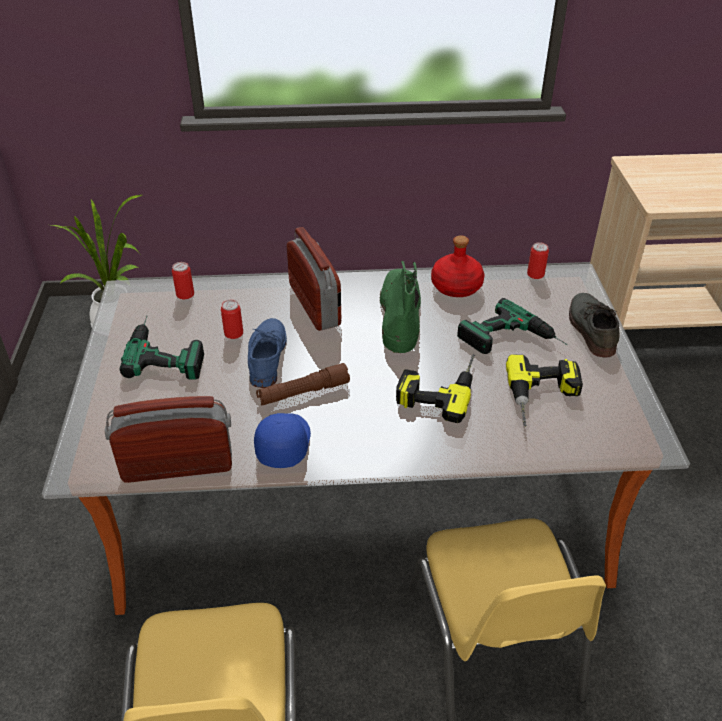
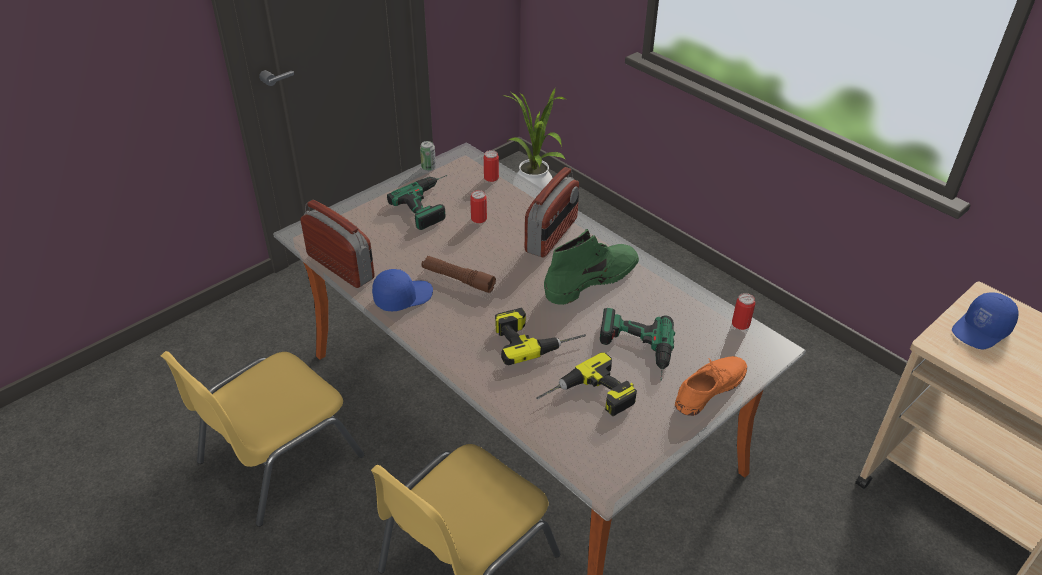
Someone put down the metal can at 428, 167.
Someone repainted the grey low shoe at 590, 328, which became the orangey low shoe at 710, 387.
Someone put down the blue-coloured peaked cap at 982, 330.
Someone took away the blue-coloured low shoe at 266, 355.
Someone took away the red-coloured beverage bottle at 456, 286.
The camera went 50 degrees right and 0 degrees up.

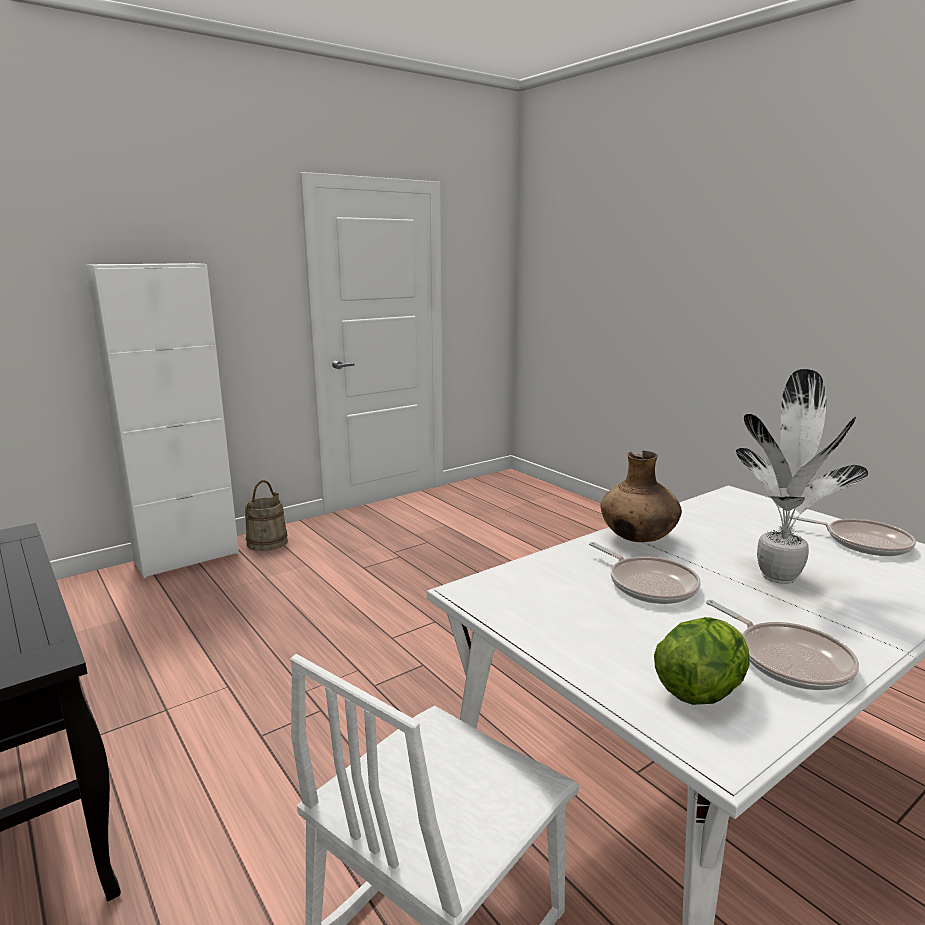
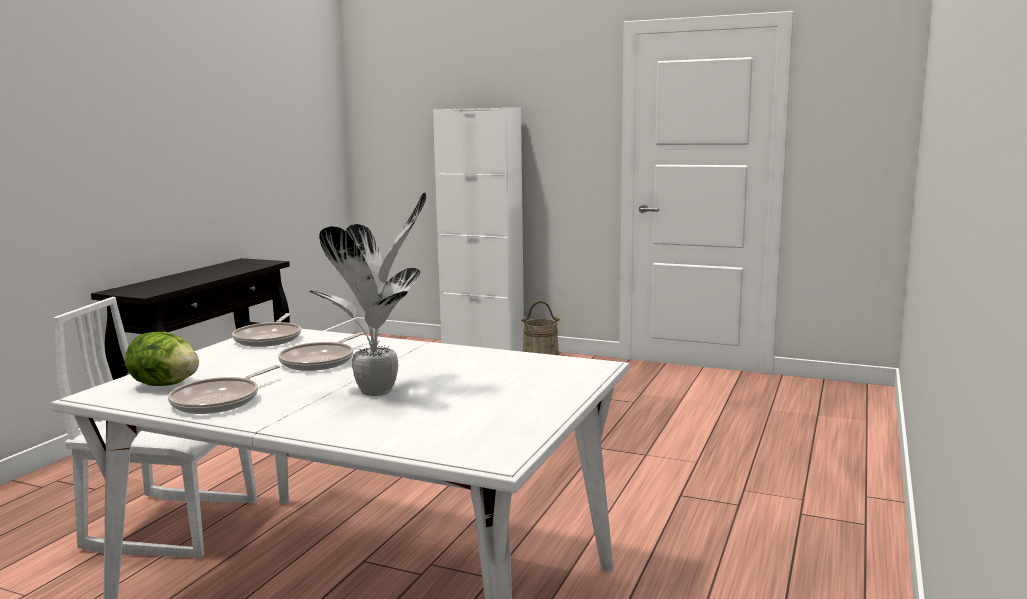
Someone carried the pan from 862, 542 to 269, 339.
Someone took away the brown flower vase at 638, 538.
The camera went 60 degrees right and 5 degrees down.

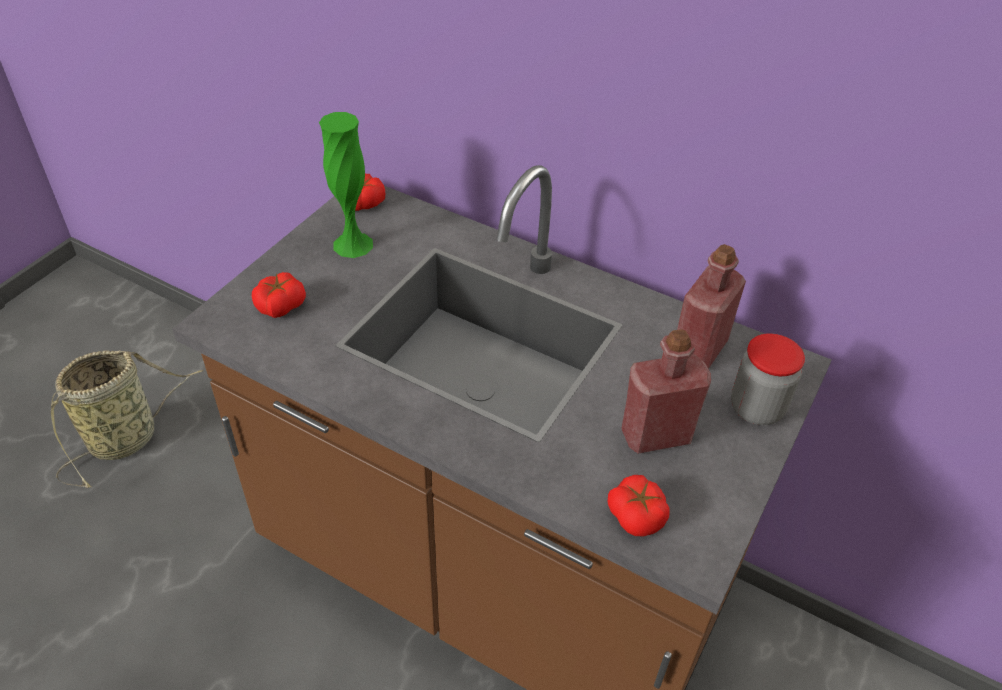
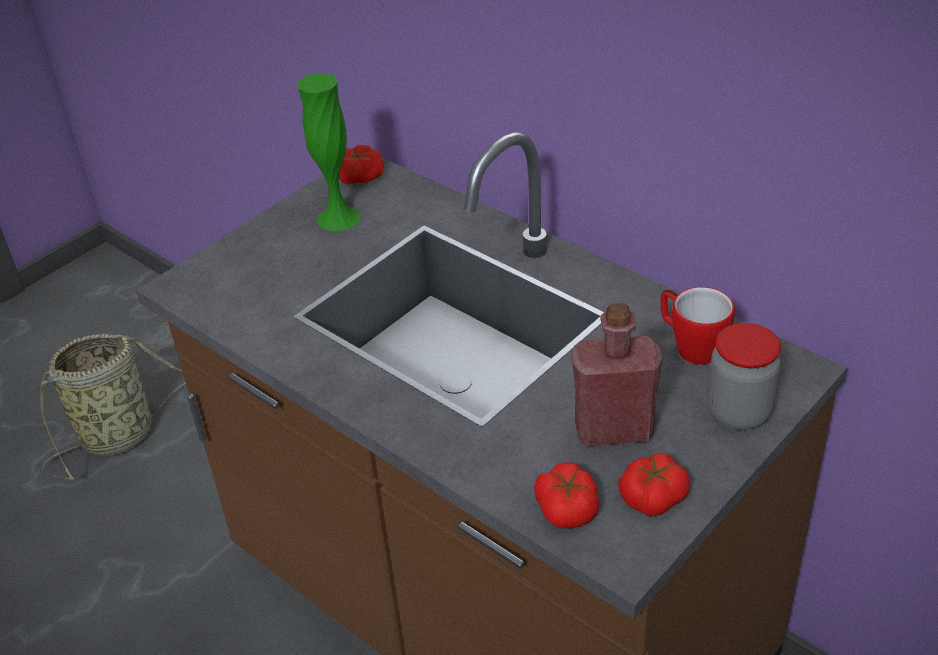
Someone carried the whole tomato from 280, 305 to 652, 497.
Someone swapped the red-coloured beverage bottle at 699, 349 for the mug at 690, 346.
The camera went 15 degrees right and 5 degrees down.

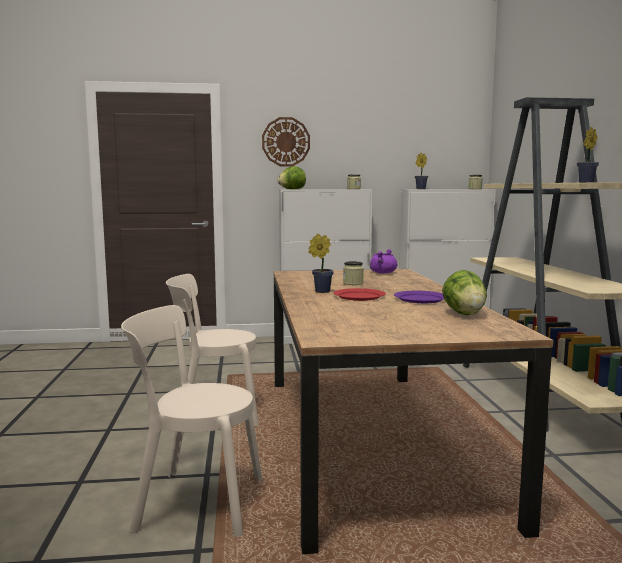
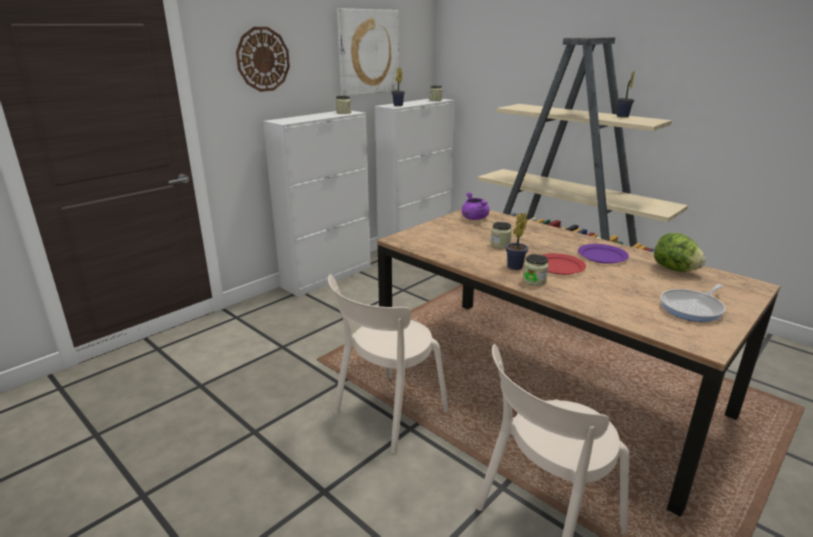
Someone put up the picture at 368, 52.
Someone put down the preserve jar at 534, 281.
Someone put down the pan at 693, 308.
Someone took away the lettuce at 292, 189.
The camera went 40 degrees left and 15 degrees up.

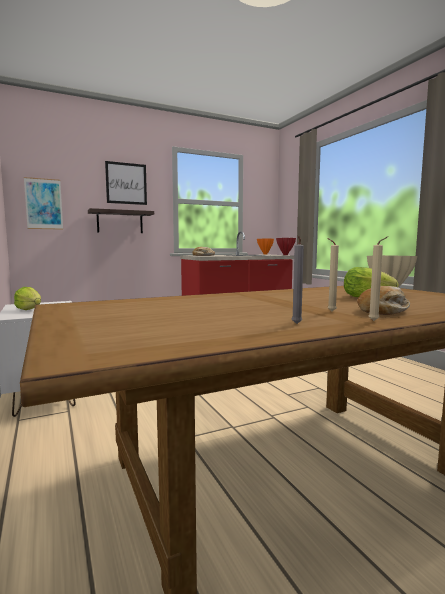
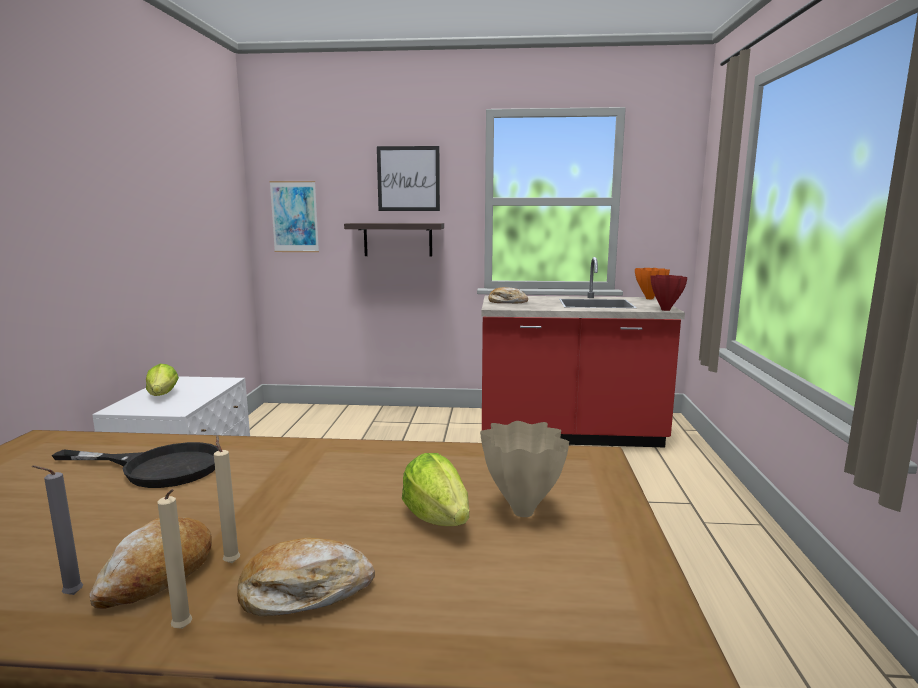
Someone put down the blackish pan at 158, 467.
Someone put down the bread at 158, 574.
The camera went 30 degrees right and 5 degrees up.

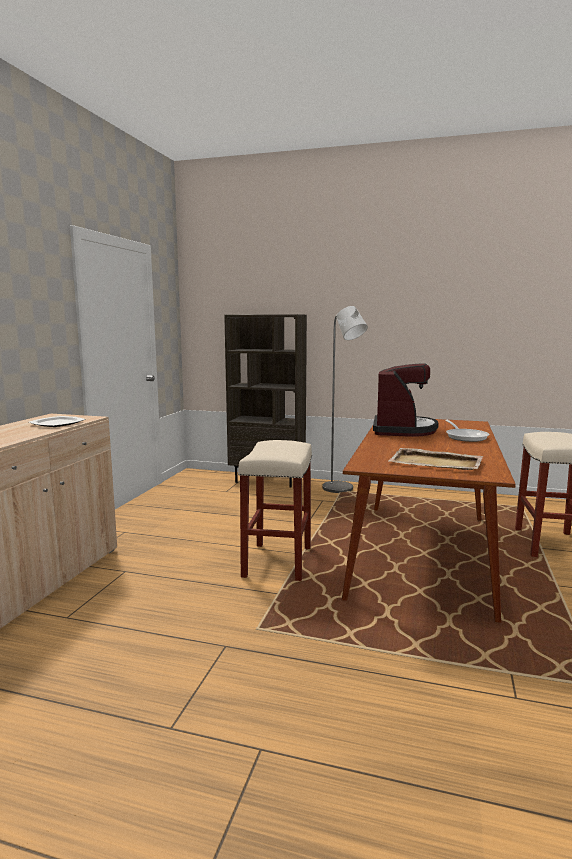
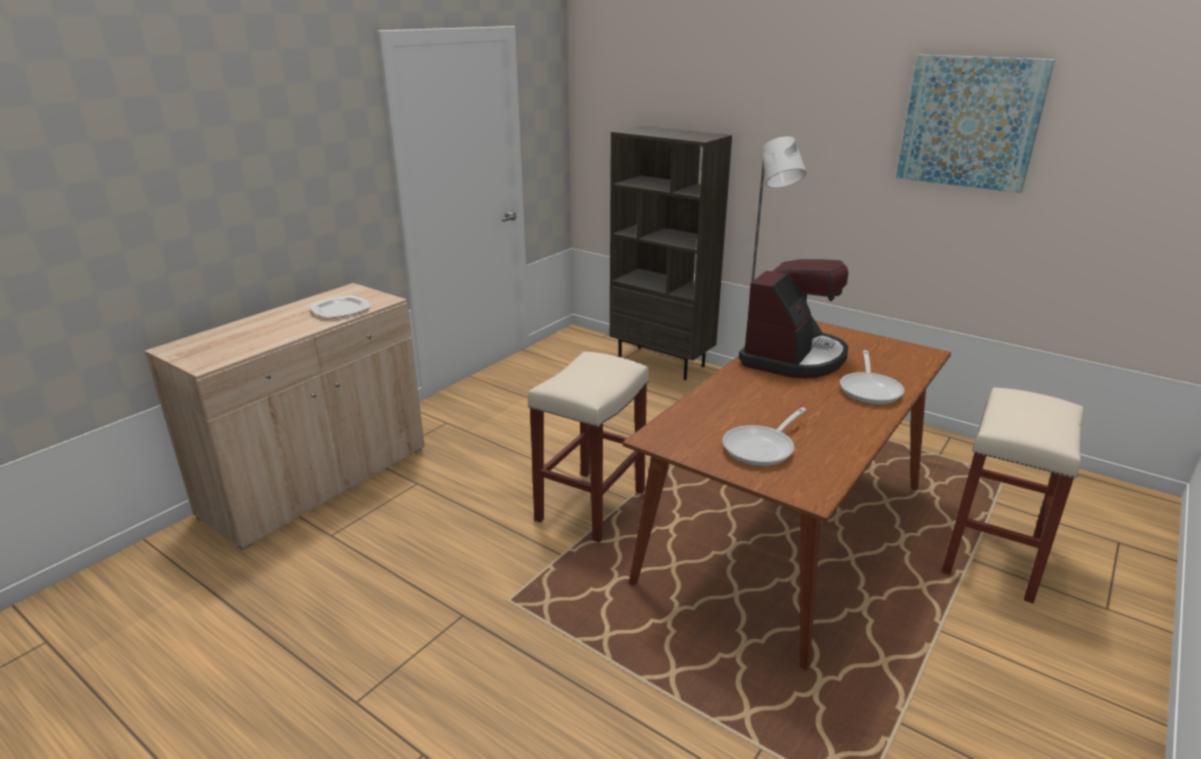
Someone swapped the sand-coloured carrying tray at 436, 463 for the pan at 762, 448.
Someone put up the picture at 970, 122.
The camera went 20 degrees right and 15 degrees up.

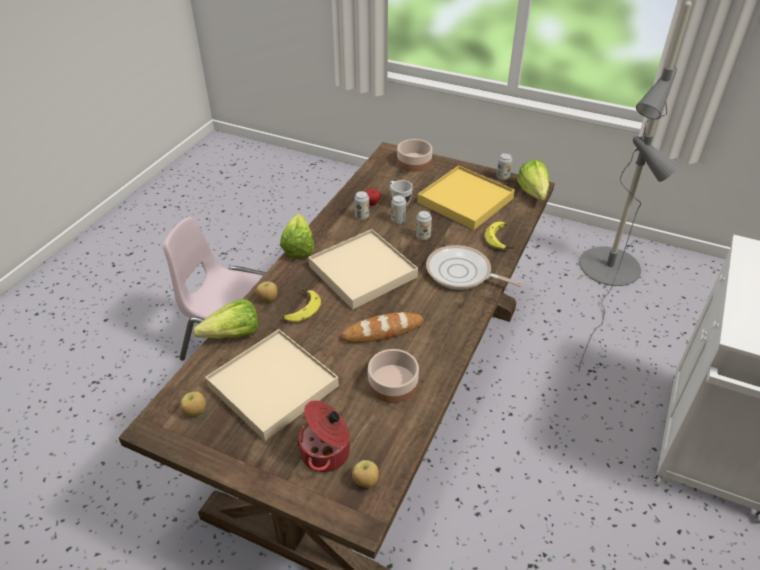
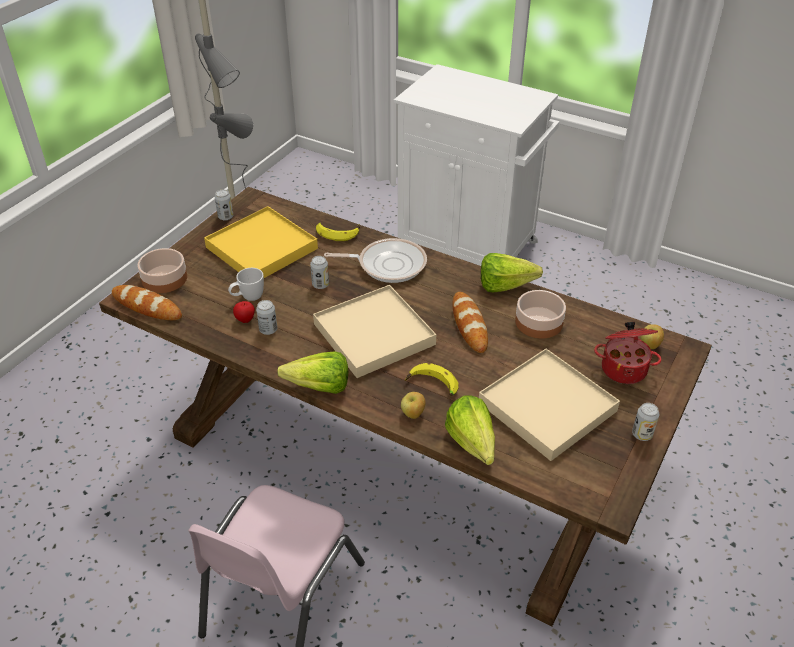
Someone put down the bread at 147, 306.
Someone rotated the pan at 462, 273 by 120 degrees counterclockwise.
Someone carried the lettuce from 533, 195 to 510, 287.
Someone carried the metal can from 398, 220 to 642, 434.
Someone took away the apple at 195, 412.
The camera went 85 degrees left and 0 degrees up.

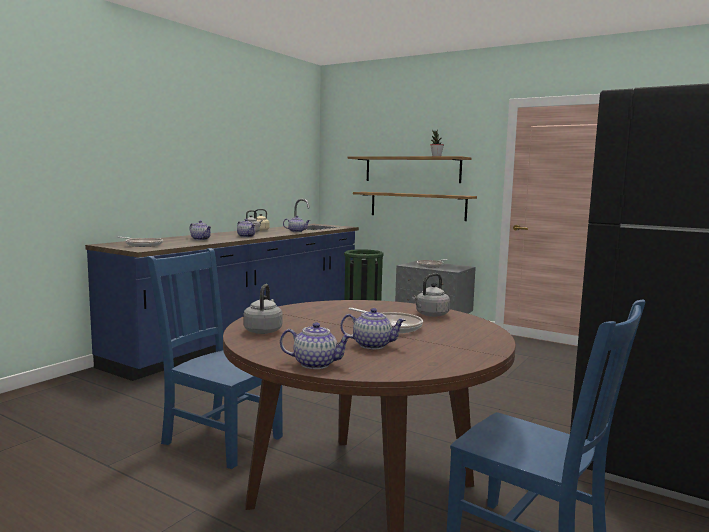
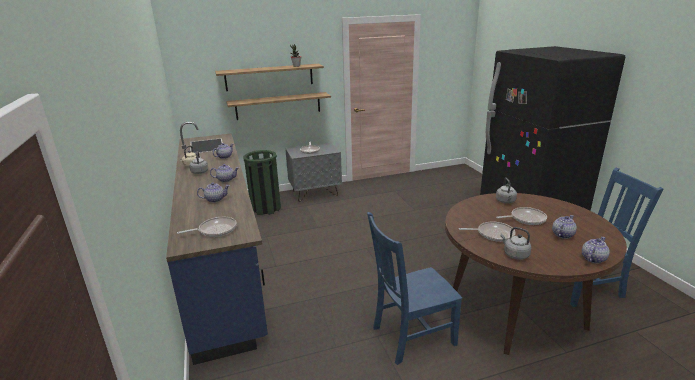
Someone put down the pan at 493, 234.
The camera went 50 degrees left and 15 degrees up.

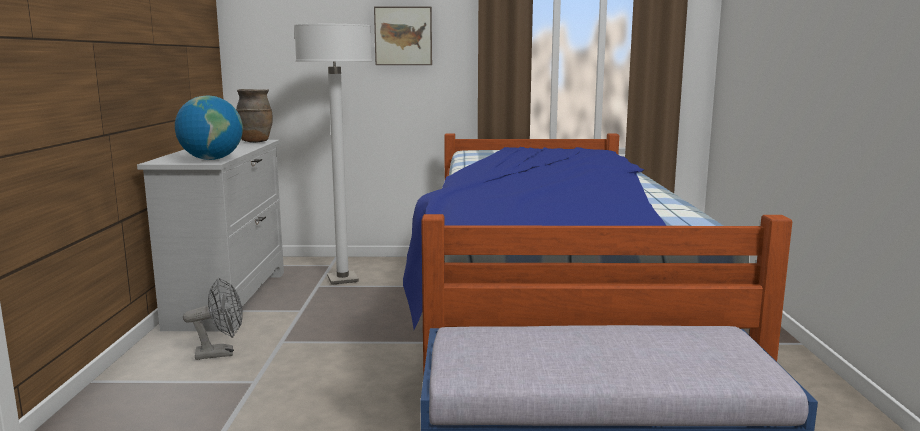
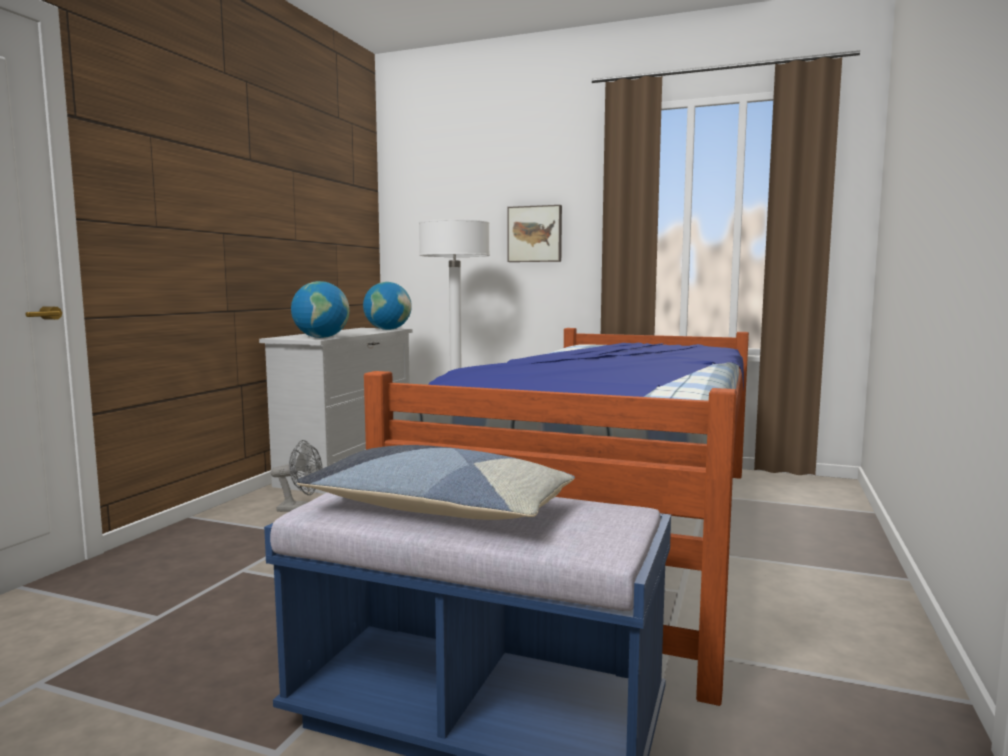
Someone put down the cushion at 438, 508.
Someone swapped the brown flower vase at 255, 142 for the world globe at 388, 329.
The camera went 20 degrees right and 5 degrees down.

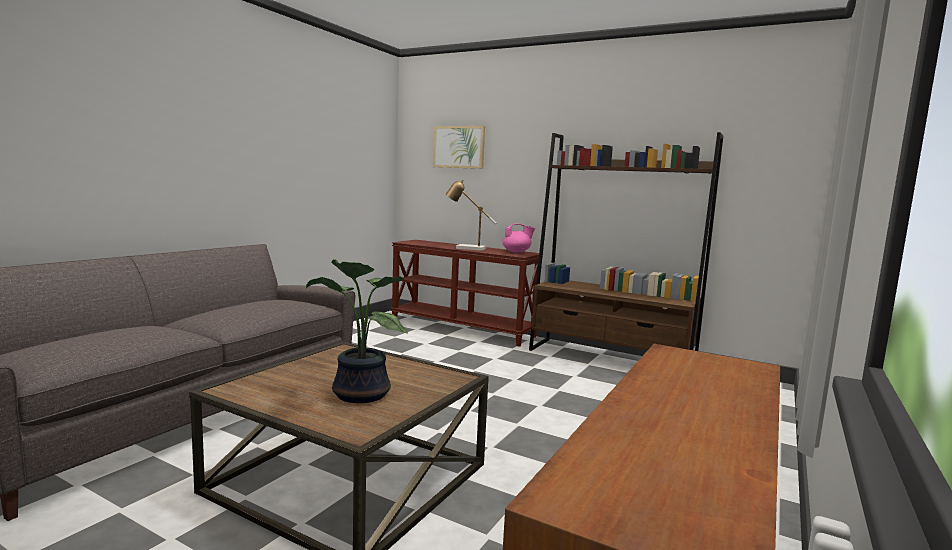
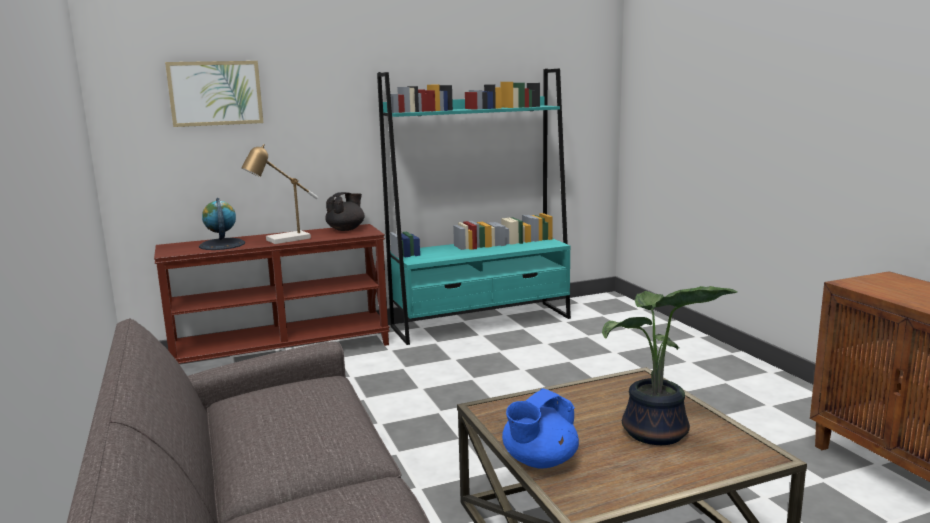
Someone put down the world globe at 222, 245.
Someone repainted the pink-coloured tea pot at 517, 252, which became the blackish tea pot at 346, 229.
Someone repainted the brown bookshelf at 610, 359, which became the blue-green bookshelf at 482, 322.
Someone put down the blue-coloured tea pot at 539, 461.
The camera went 50 degrees left and 5 degrees up.

